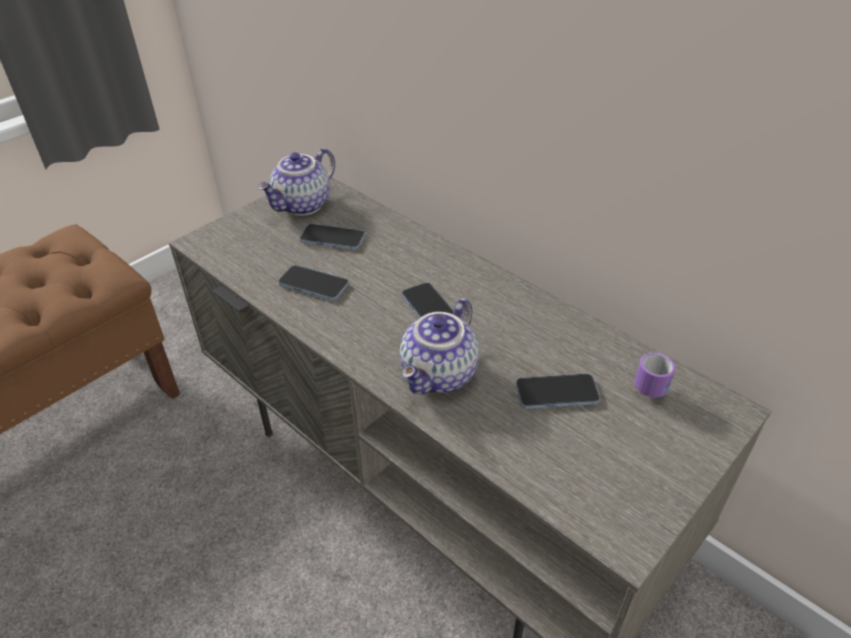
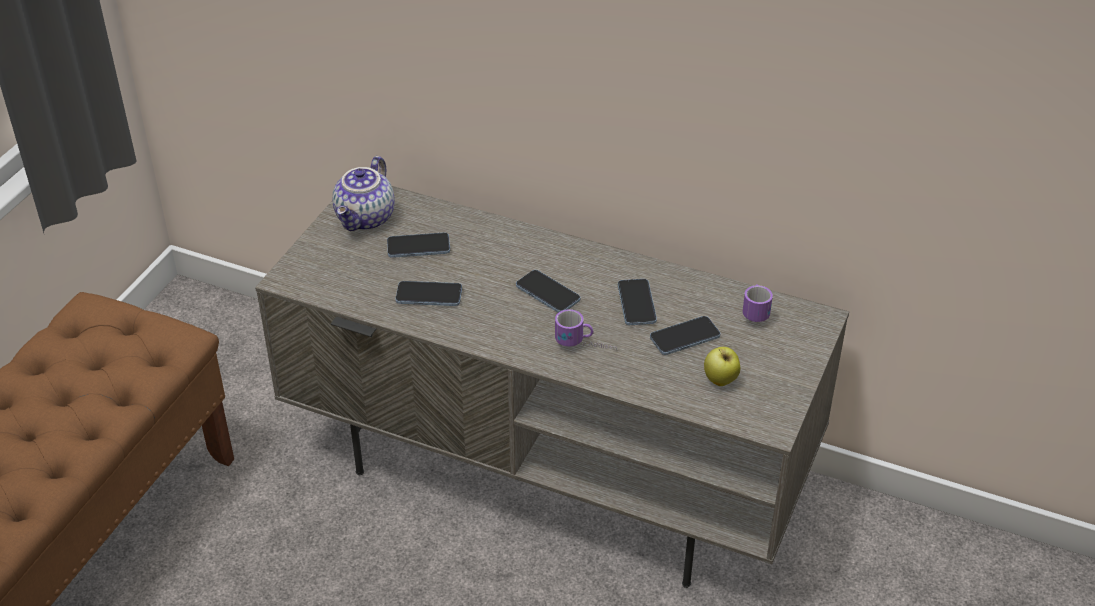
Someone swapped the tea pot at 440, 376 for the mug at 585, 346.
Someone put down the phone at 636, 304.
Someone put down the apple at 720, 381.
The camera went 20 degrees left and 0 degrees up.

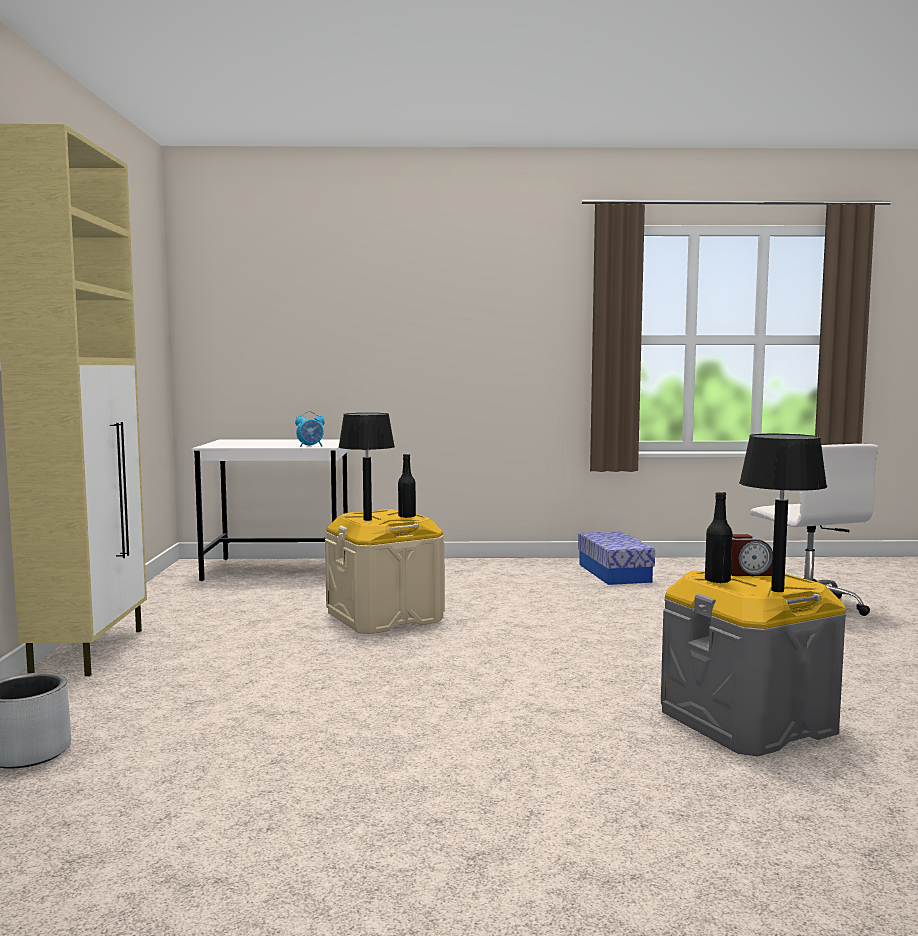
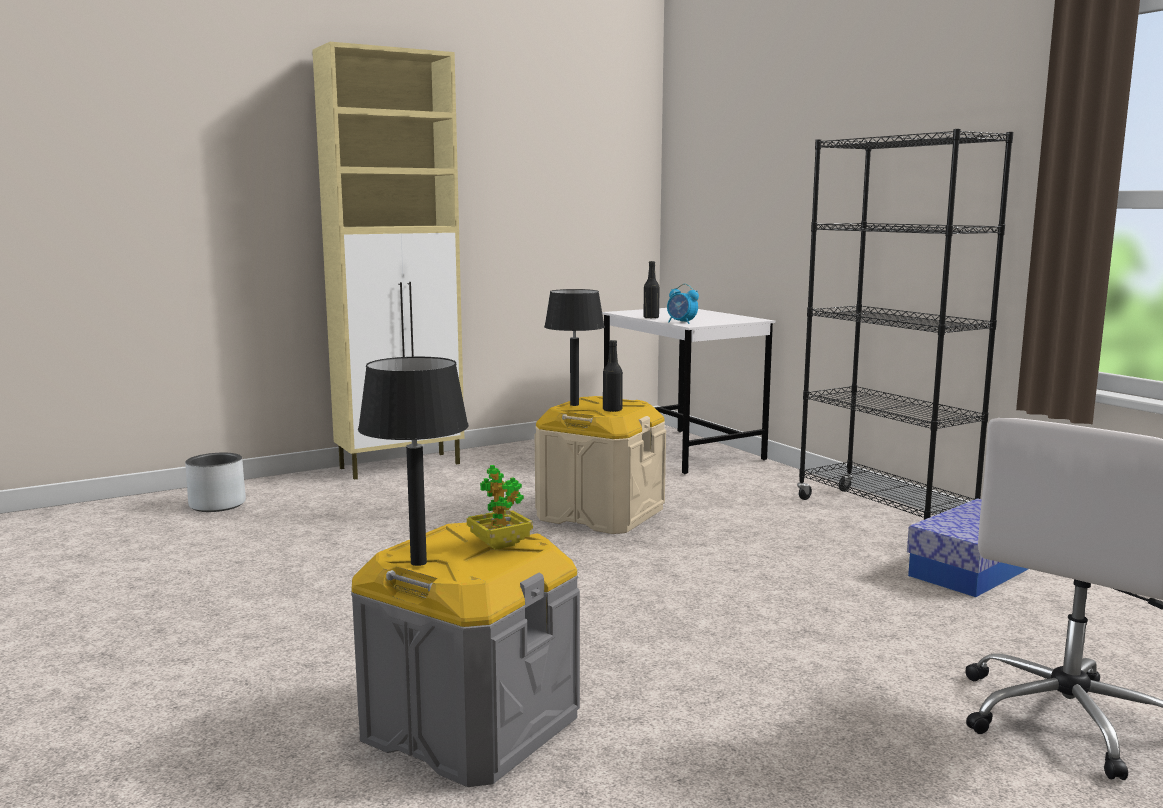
Someone swapped the table clock at 747, 573 for the plant in a pot at 499, 544.
Someone carried the blackish beverage bottle from 717, 581 to 651, 318.
Someone put down the blackish bookshelf at 883, 516.
The camera went 60 degrees right and 5 degrees up.

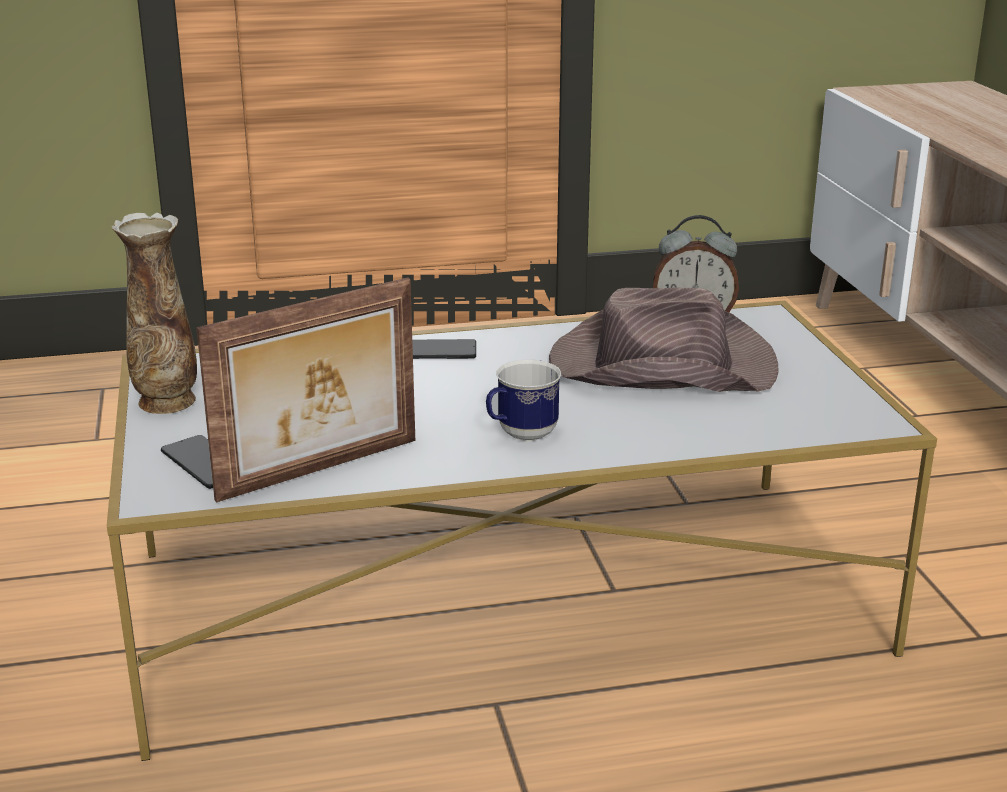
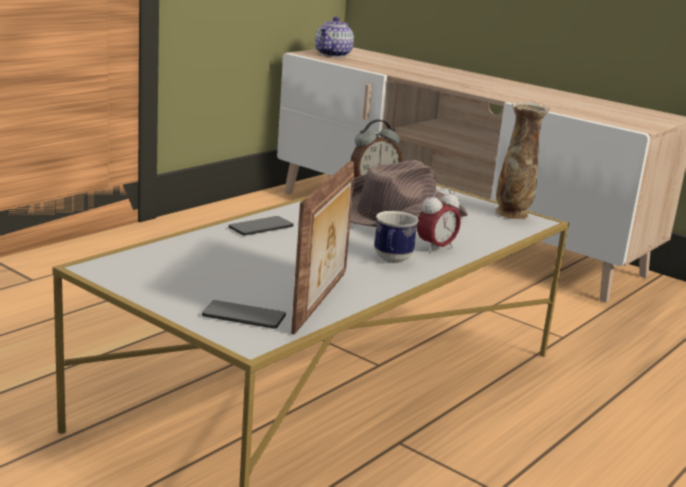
Someone put down the tea pot at 334, 55.
Someone put down the table clock at 436, 248.
Someone carried the flower vase from 166, 402 to 512, 214.
The camera went 40 degrees left and 5 degrees down.

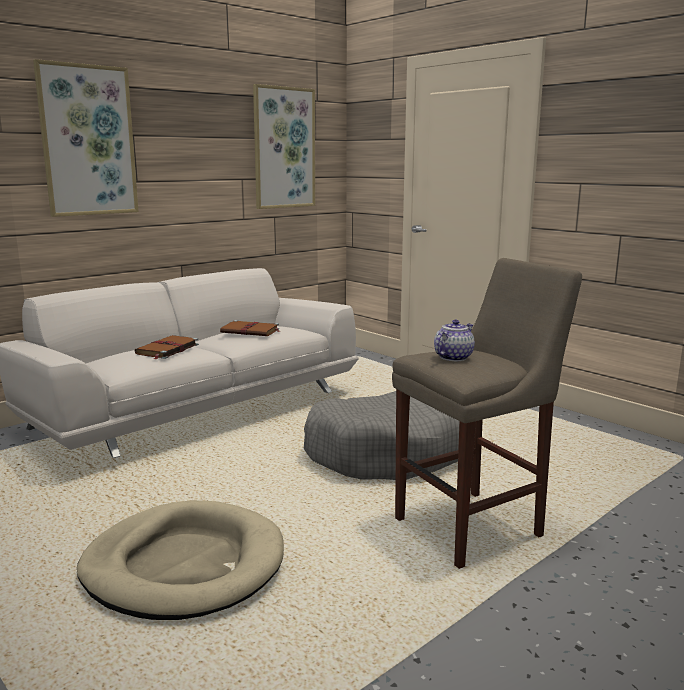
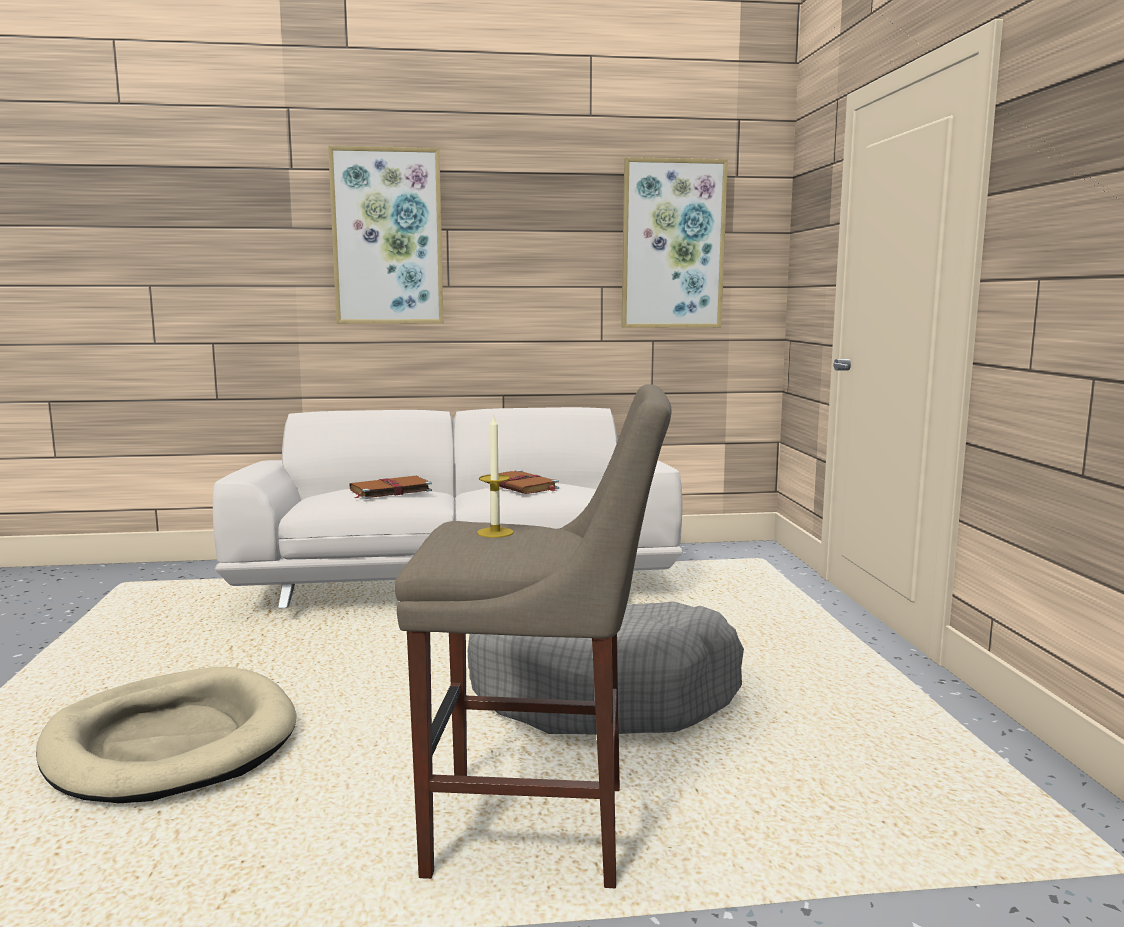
Someone swapped the tea pot at 453, 357 for the wax candle at 495, 532.
The camera went 35 degrees right and 5 degrees down.

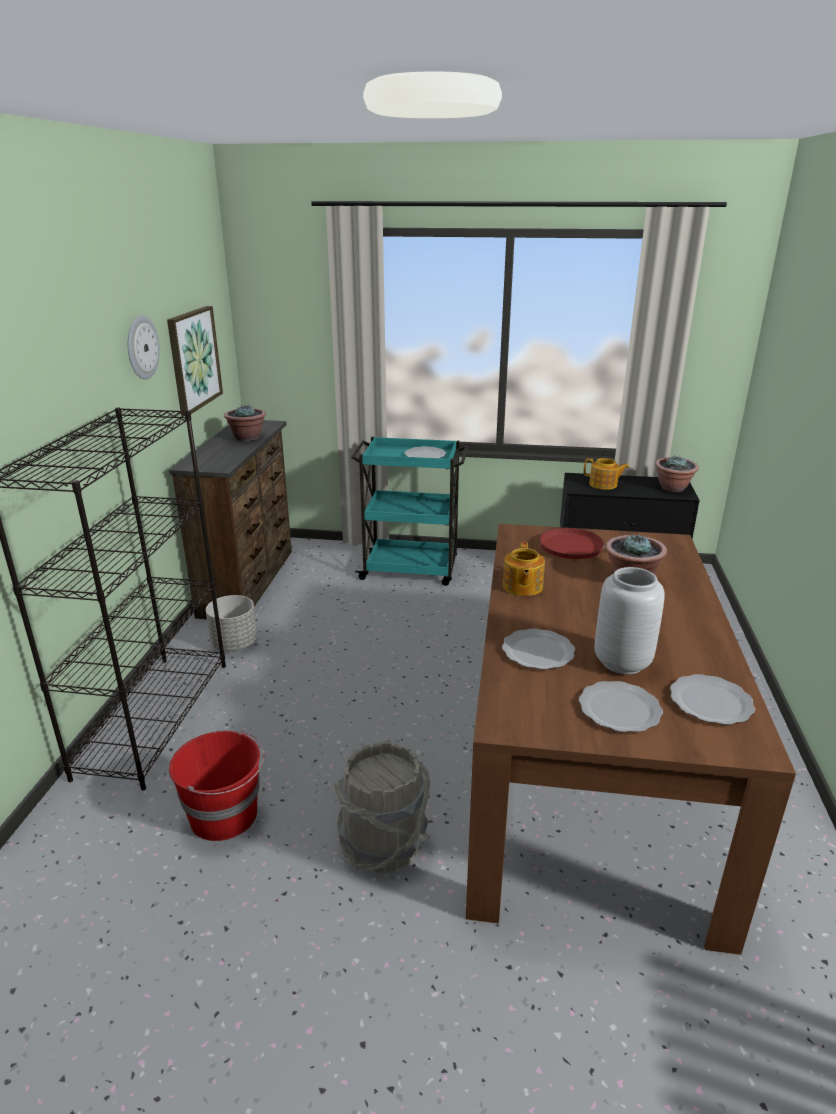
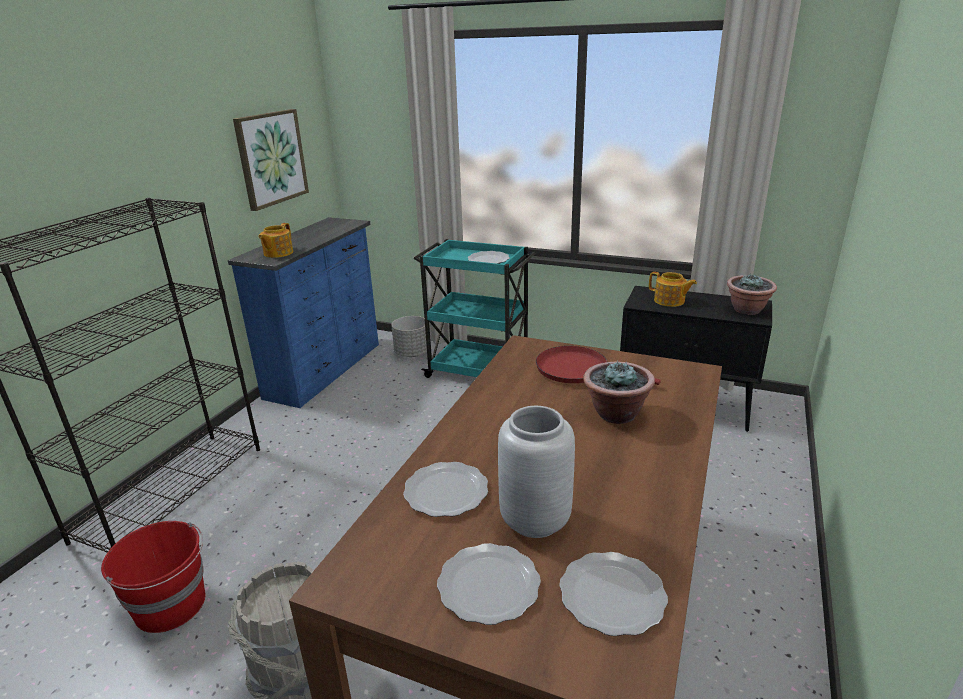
Someone repainted the brown dresser at 250, 582, which became the blue-coloured dresser at 326, 370.
Someone carried the tea pot from 522, 587 to 277, 253.
Someone carried the grey planter from 234, 643 to 412, 353.
Someone took away the clock on the wall at 141, 347.
Someone took away the plant in a pot at 247, 438.
The camera went 15 degrees right and 0 degrees up.

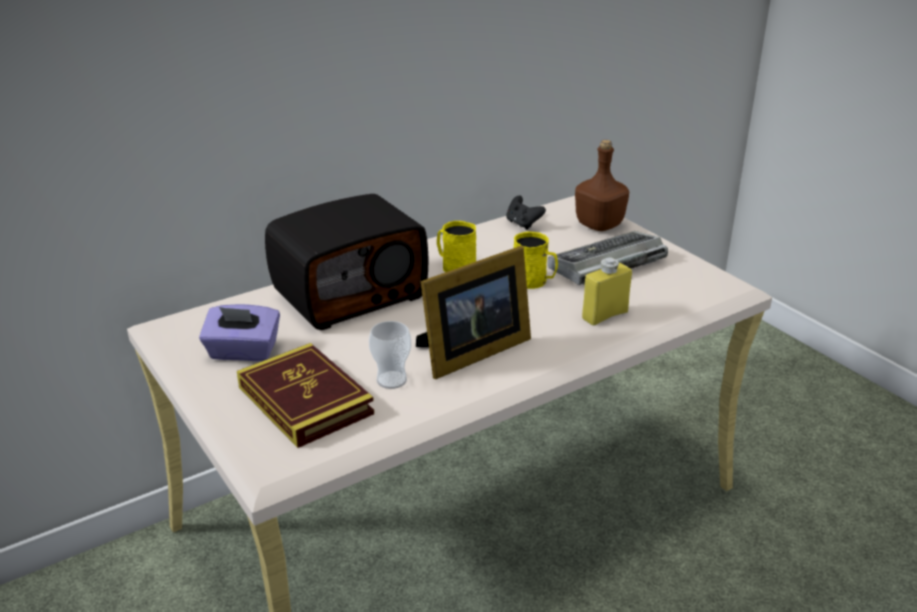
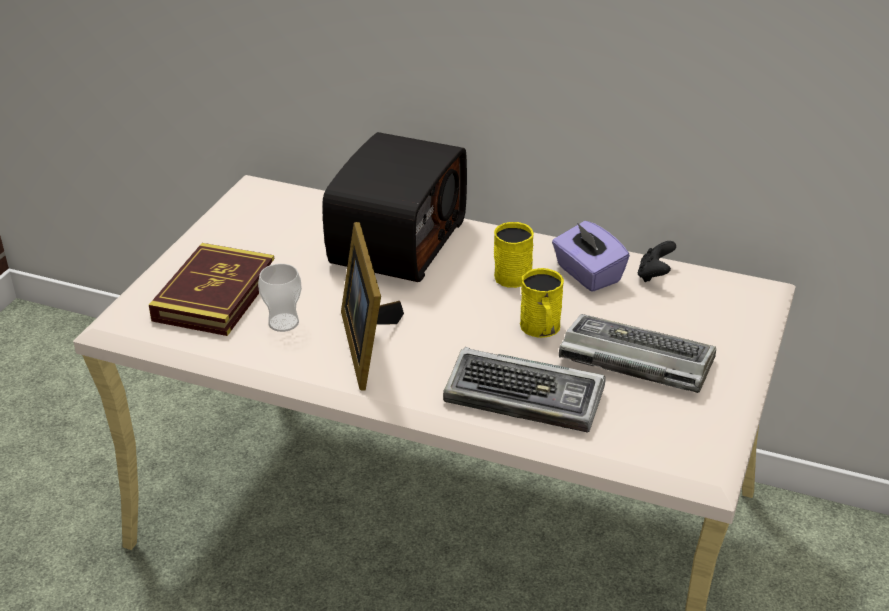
Someone rotated the radio receiver at 349, 293 by 90 degrees counterclockwise.
Someone rotated the photo frame at 470, 352 by 60 degrees clockwise.
Someone swapped the yellowish beverage bottle at 605, 315 for the computer keyboard at 526, 398.
Someone carried the purplish tissue holder from 243, 352 to 587, 274.
Someone took away the brown beverage bottle at 598, 225.
The camera went 55 degrees right and 5 degrees up.

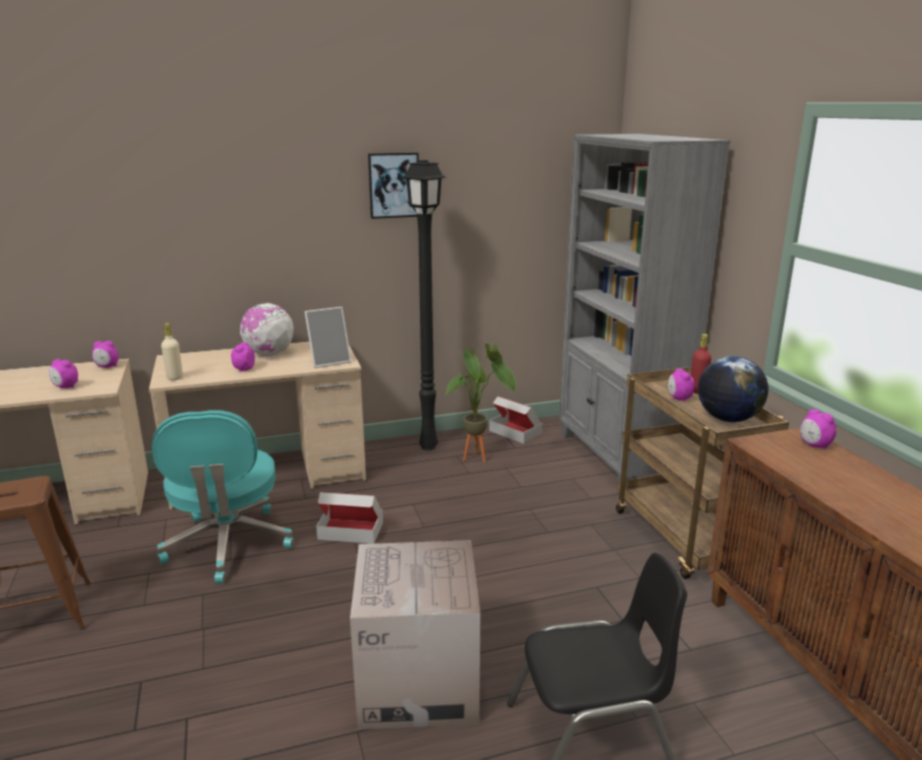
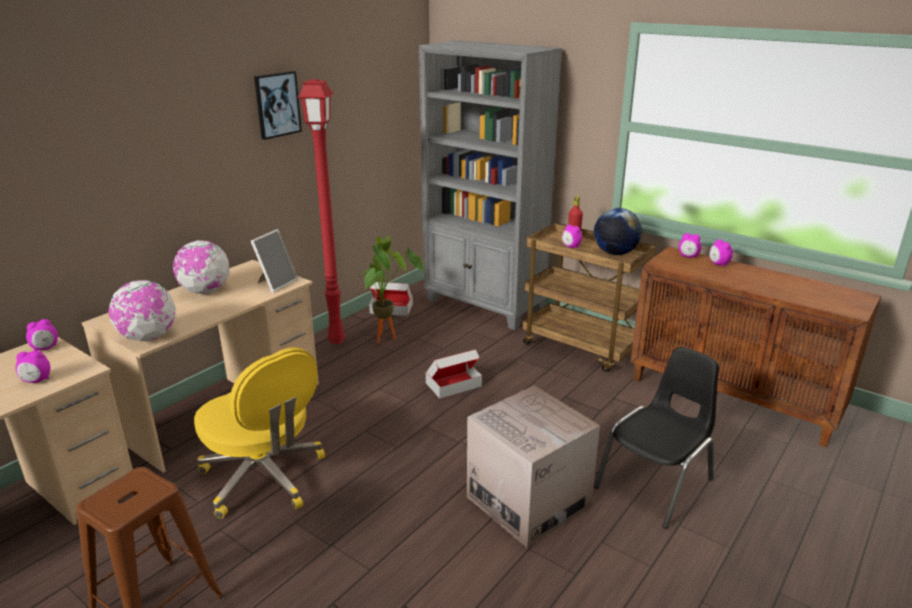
Someone swapped the sand-coloured beverage bottle at 175, 378 for the world globe at 148, 337.
Someone repainted the blue-green office chair at 228, 545, which became the yellowish office chair at 264, 478.
Someone repainted the blackish standing lamp at 430, 447, which became the red-coloured standing lamp at 338, 340.
Someone carried the packing box from 351, 531 to 453, 384.
Someone carried the table clock from 244, 369 to 718, 264.
The camera went 35 degrees left and 5 degrees up.

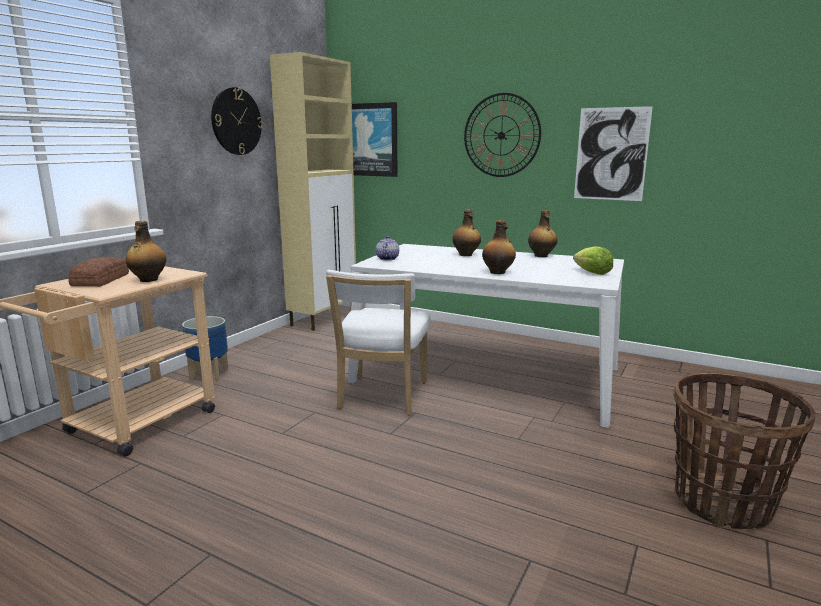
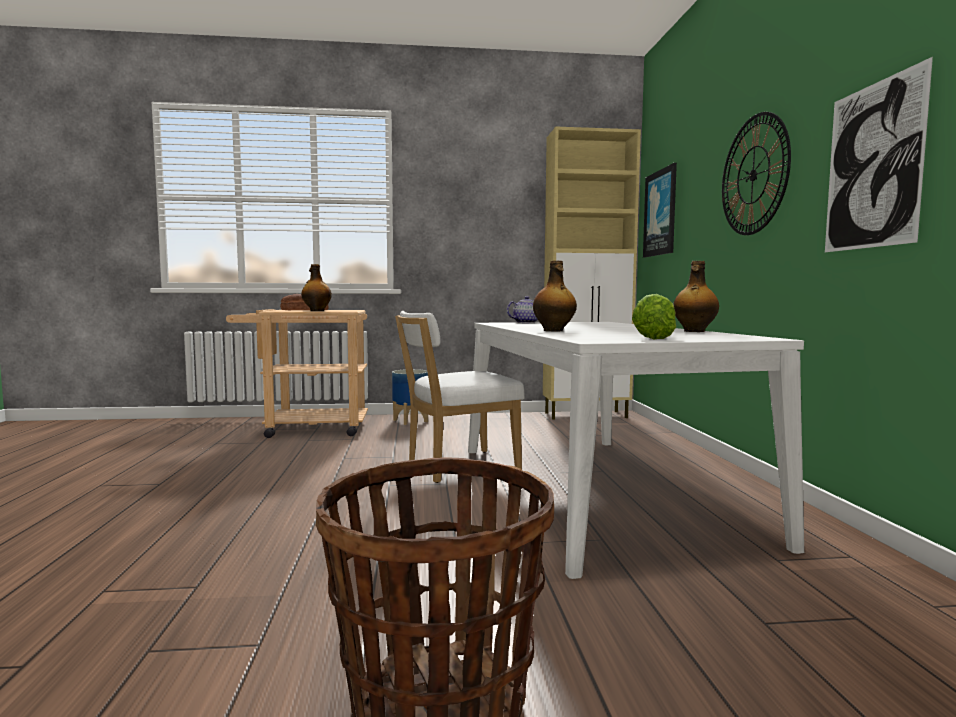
Someone took away the clock on the wall at 236, 121.
Someone took away the beverage bottle at 466, 255.
The camera went 55 degrees right and 10 degrees down.

